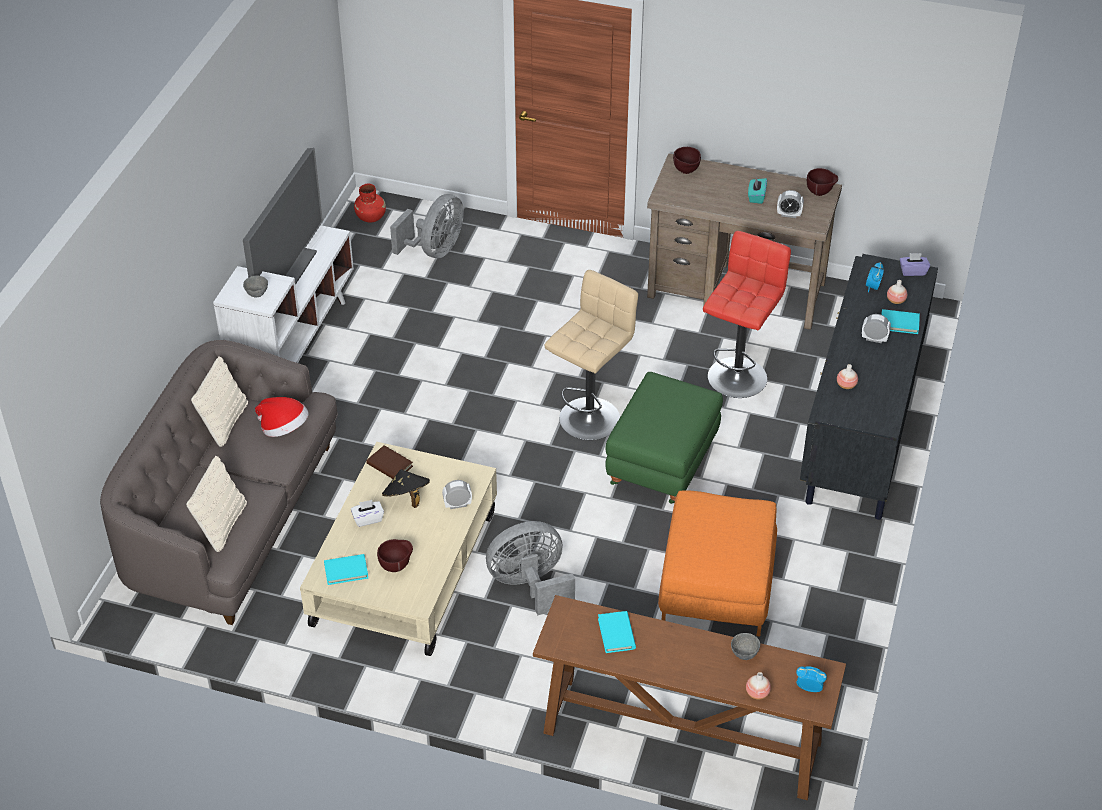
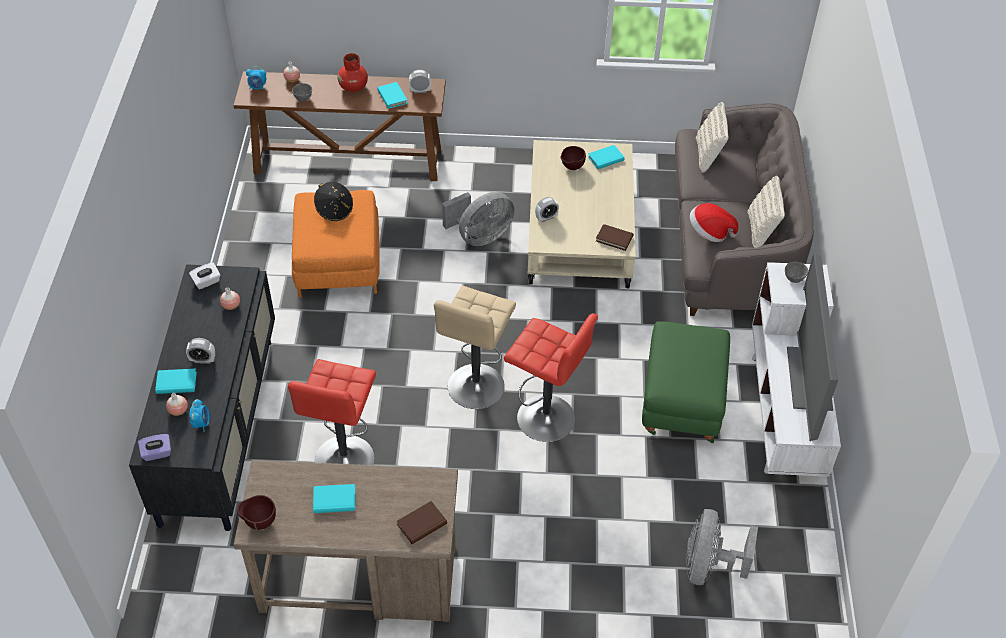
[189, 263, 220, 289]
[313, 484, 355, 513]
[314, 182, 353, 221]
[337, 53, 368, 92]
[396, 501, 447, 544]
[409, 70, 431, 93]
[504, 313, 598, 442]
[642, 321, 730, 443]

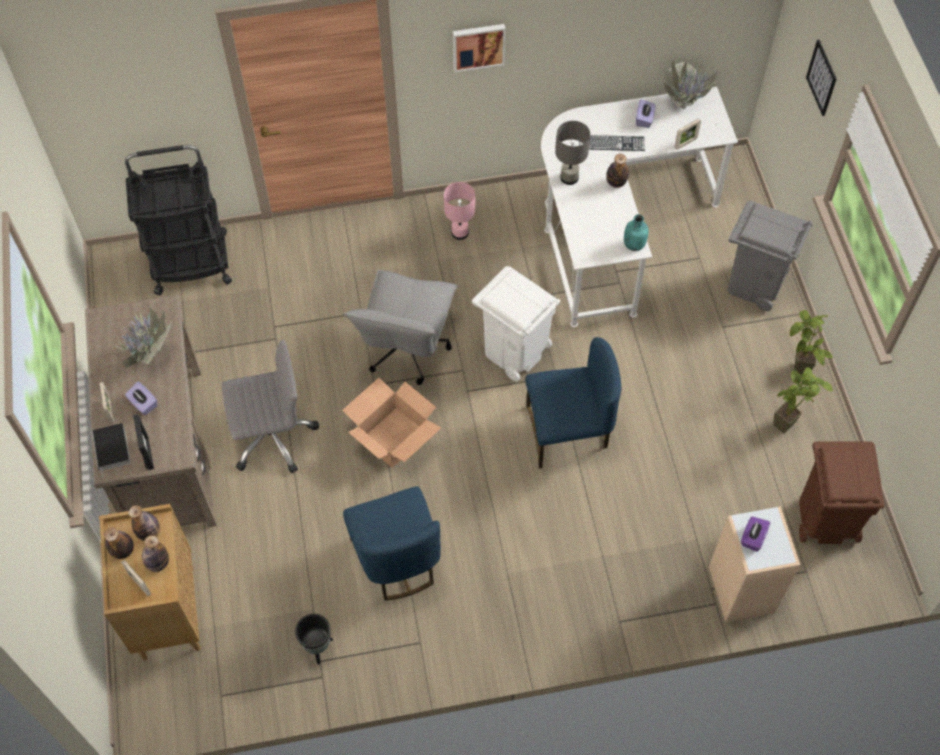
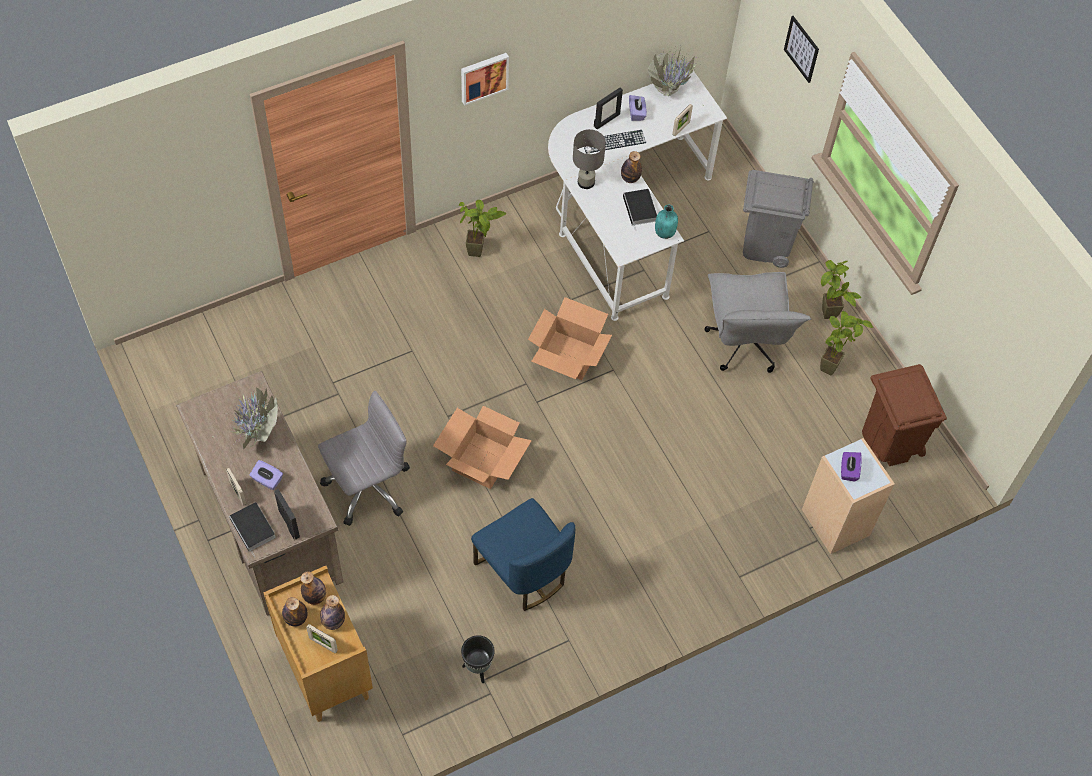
[459, 200, 507, 257]
[528, 297, 612, 380]
[594, 88, 623, 130]
[623, 189, 657, 231]
[704, 272, 811, 373]
[125, 145, 232, 295] (first image)
[525, 337, 621, 469] (first image)

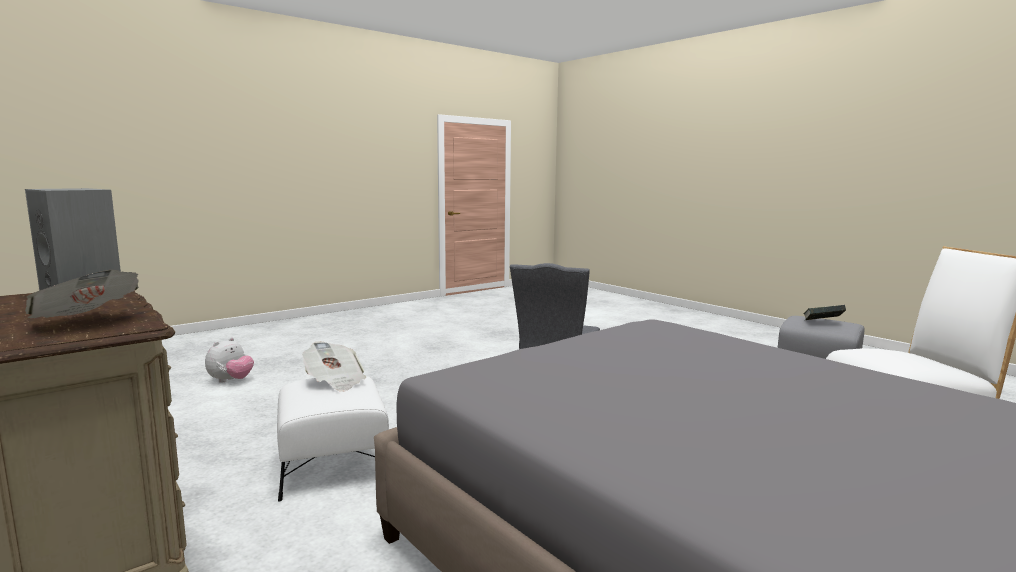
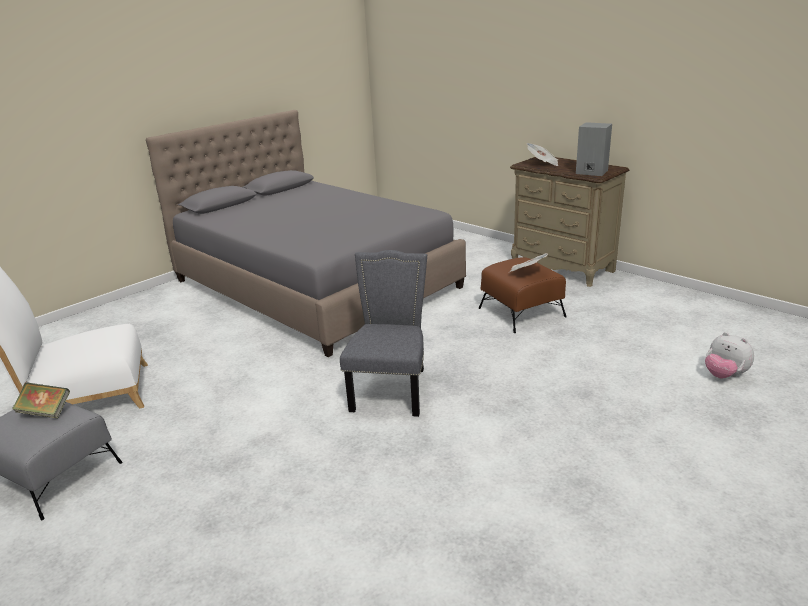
[478, 257, 566, 333]
[705, 332, 754, 378]

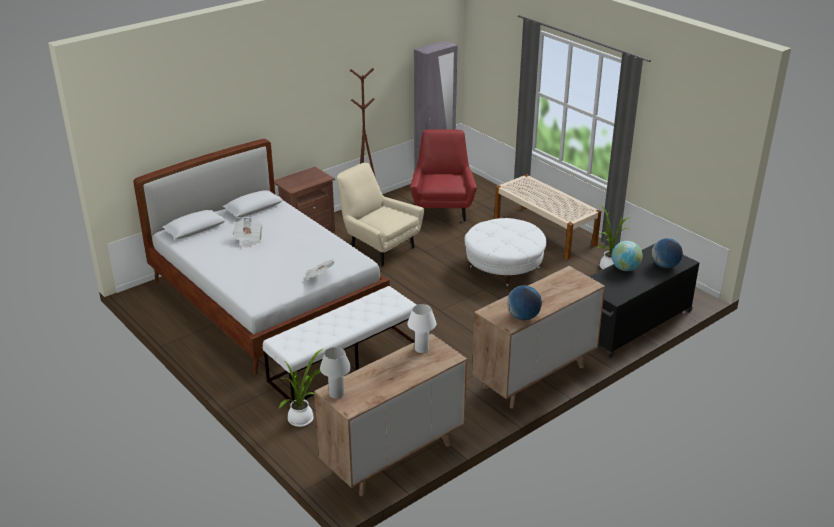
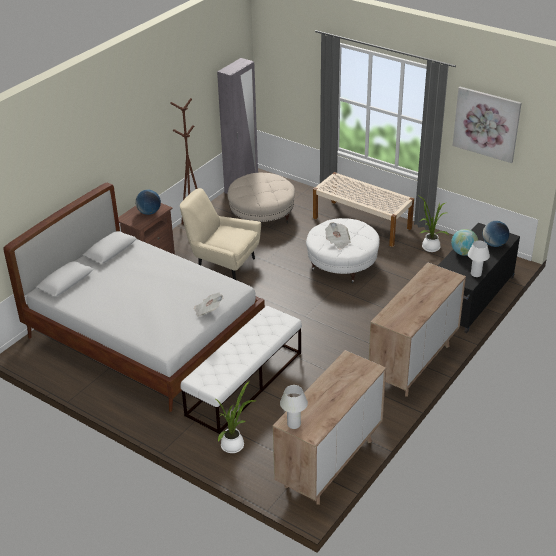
[135, 190, 161, 215]
[227, 173, 295, 223]
[325, 222, 351, 250]
[453, 87, 521, 163]
[468, 240, 490, 277]

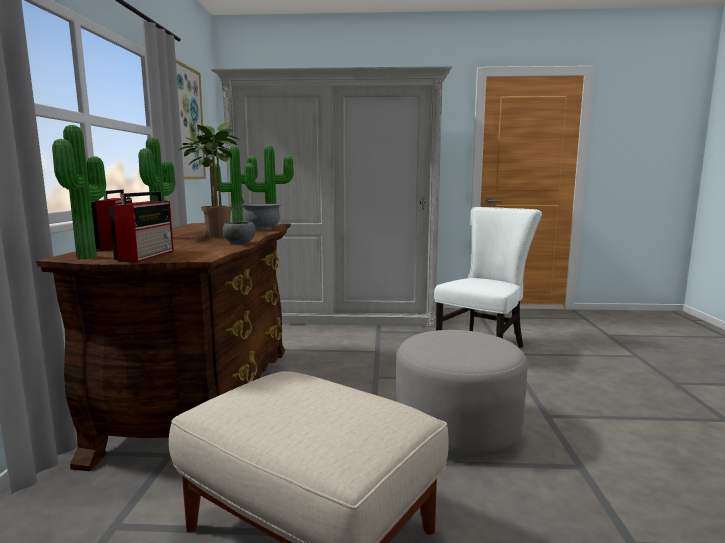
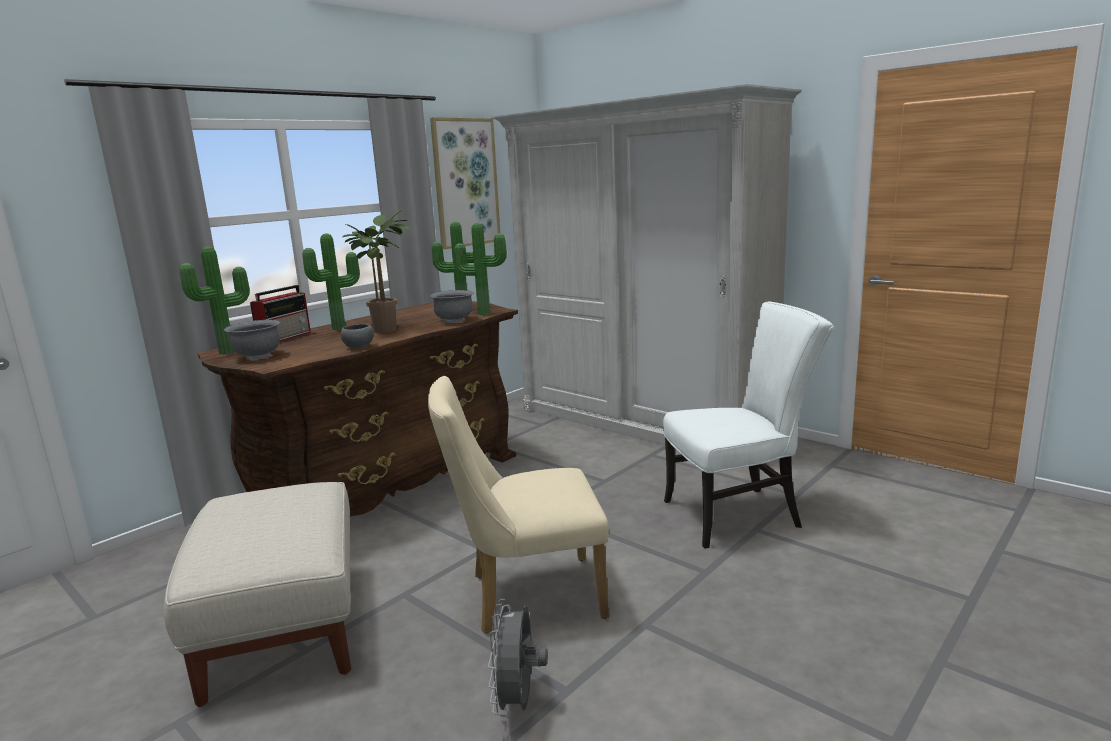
[224, 320, 280, 360]
[428, 376, 609, 634]
[488, 599, 548, 716]

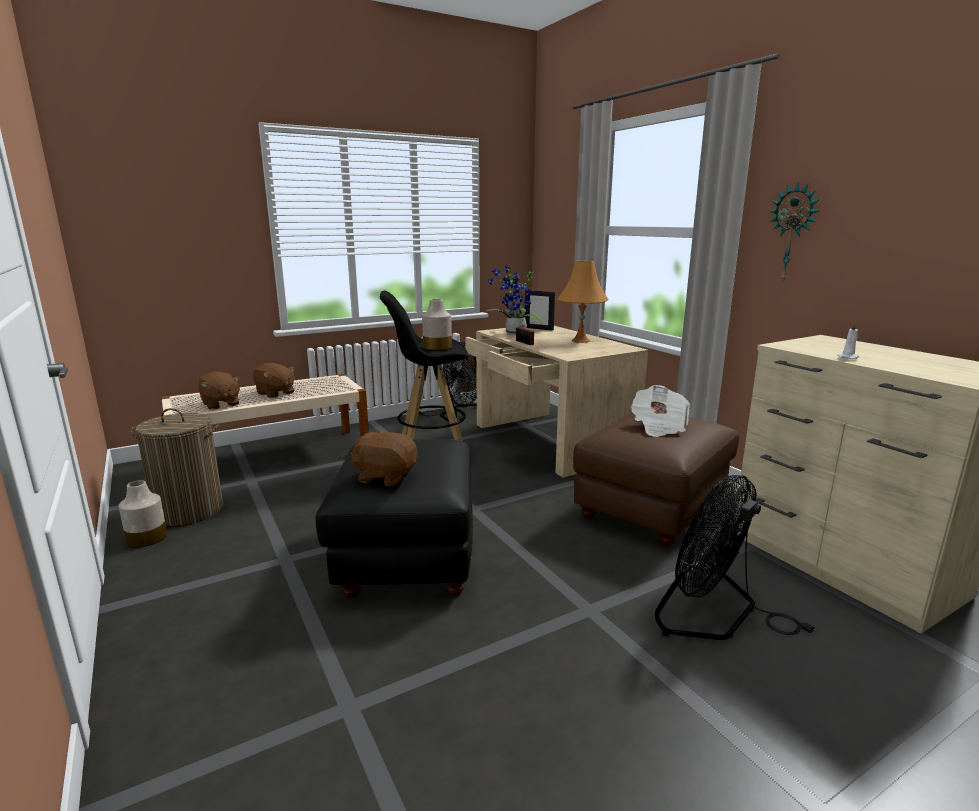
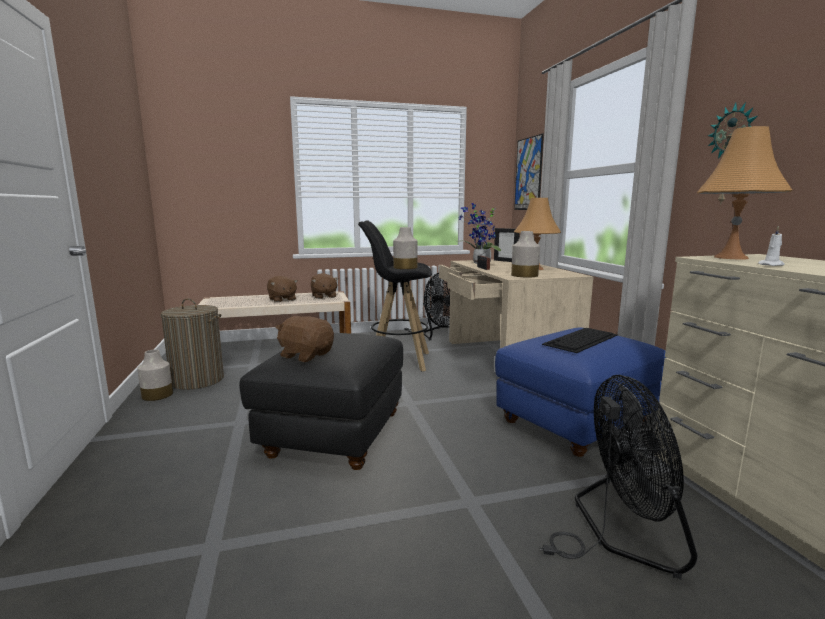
[310, 273, 338, 299]
[495, 328, 666, 457]
[511, 231, 540, 277]
[514, 134, 544, 210]
[540, 375, 697, 580]
[542, 328, 618, 353]
[697, 126, 792, 259]

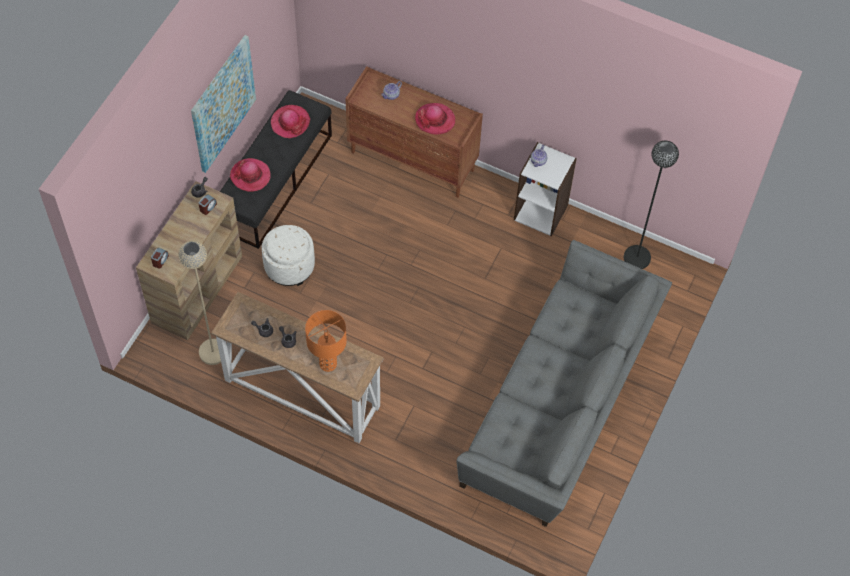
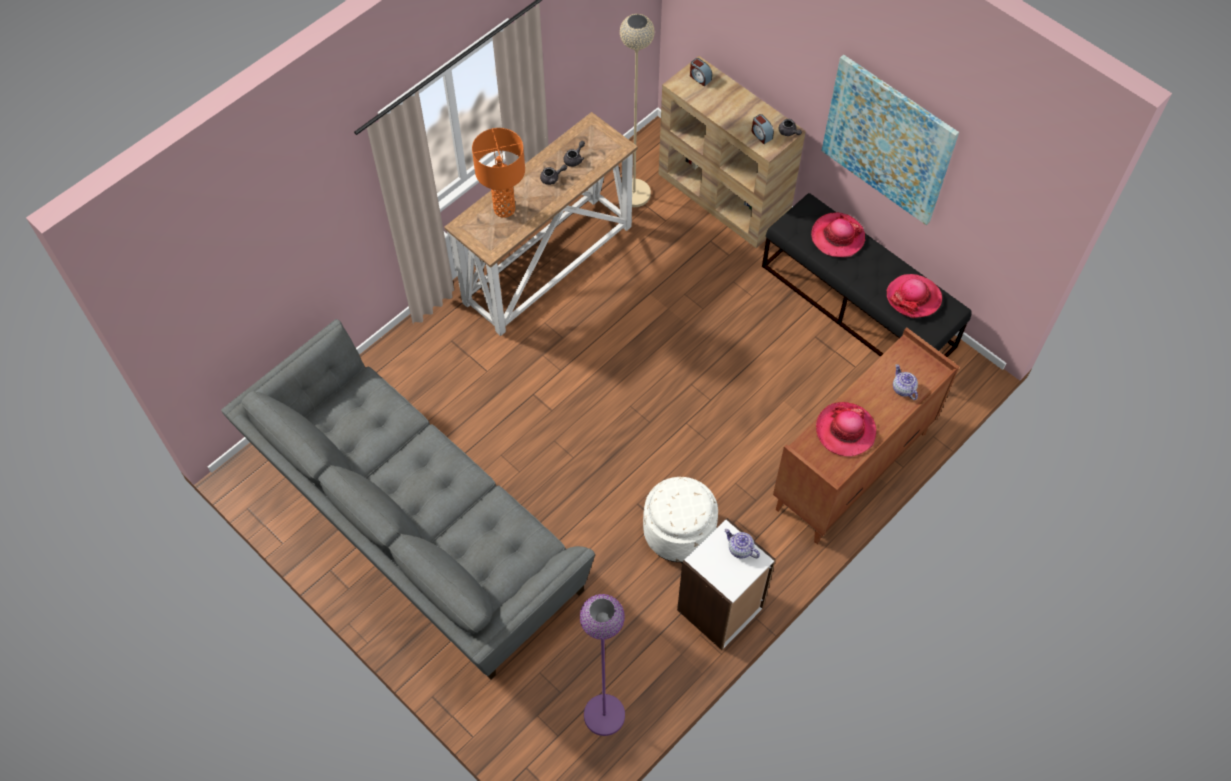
[580, 594, 625, 736]
[643, 477, 718, 563]

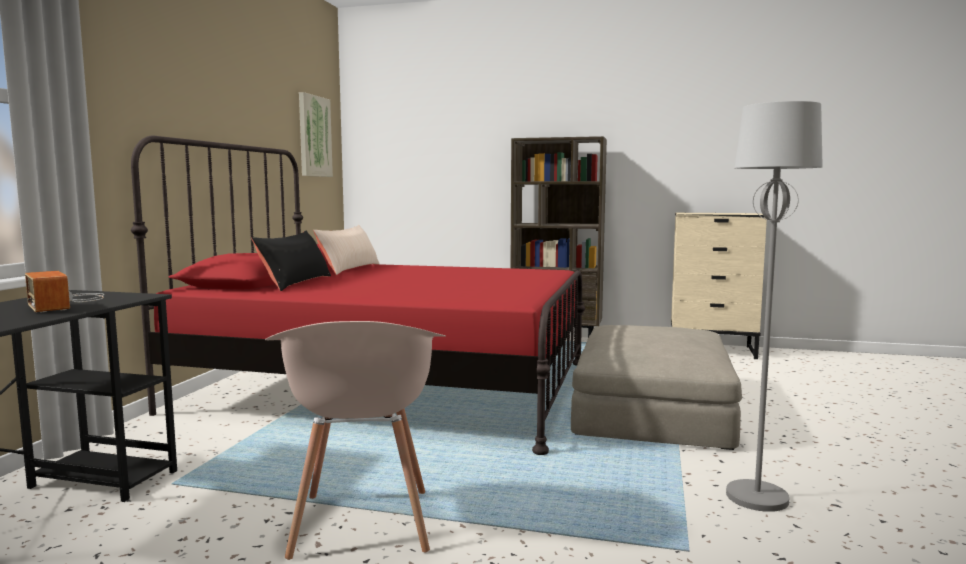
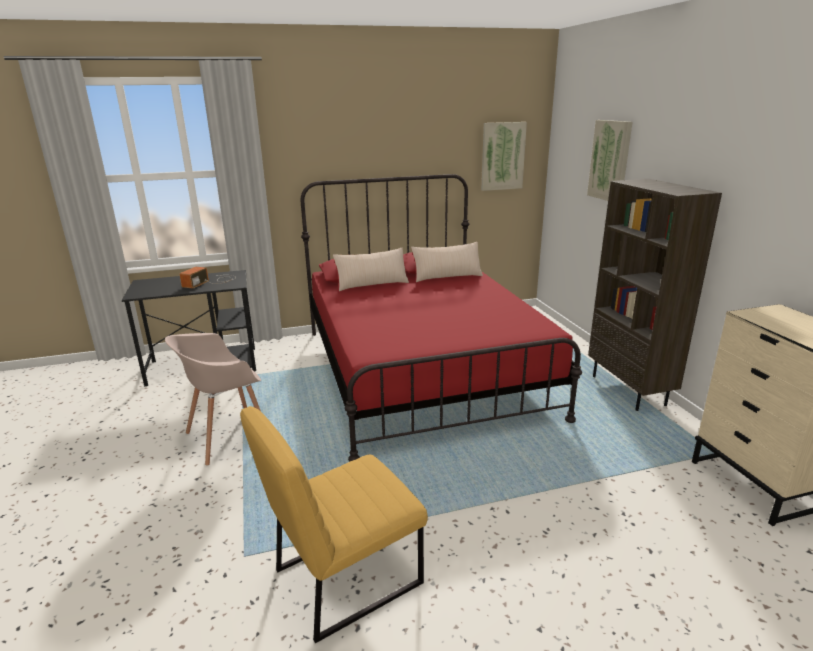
[240, 406, 428, 643]
[333, 248, 409, 291]
[587, 120, 632, 201]
[571, 325, 742, 450] (first image)

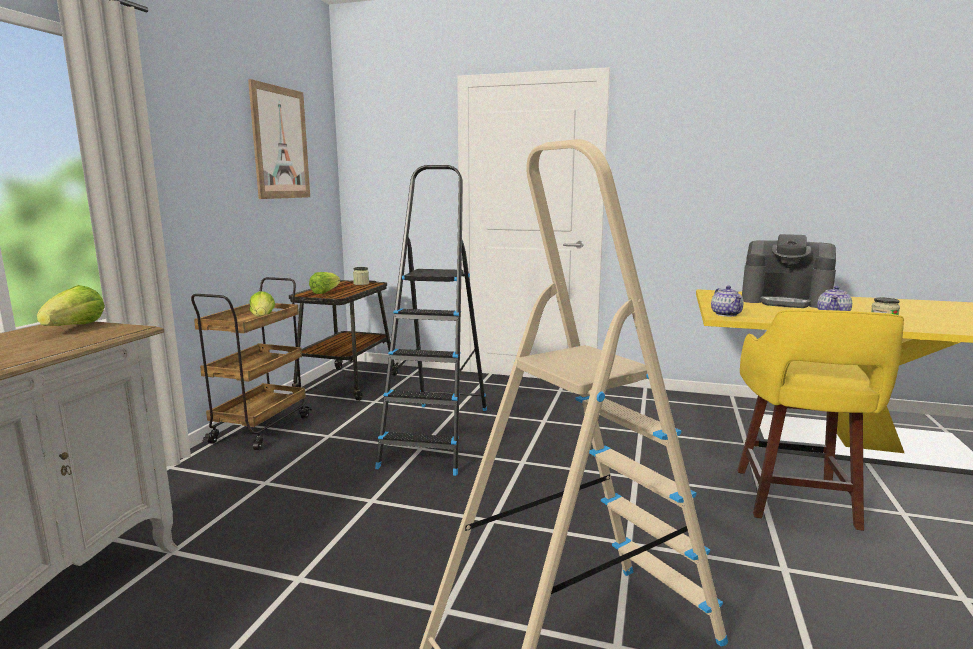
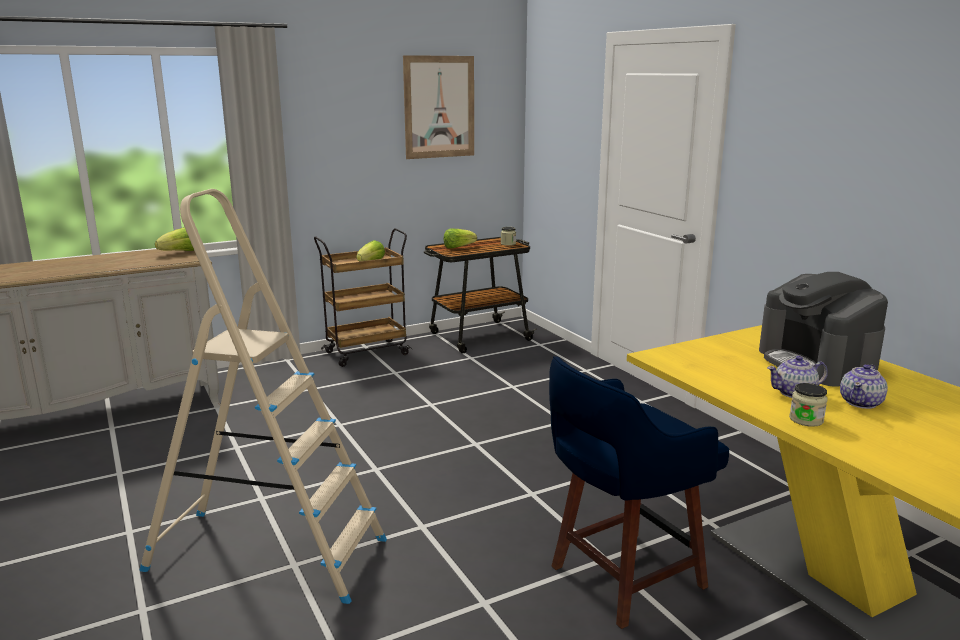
[549, 356, 729, 629]
[840, 364, 888, 409]
[375, 165, 487, 476] (first image)

